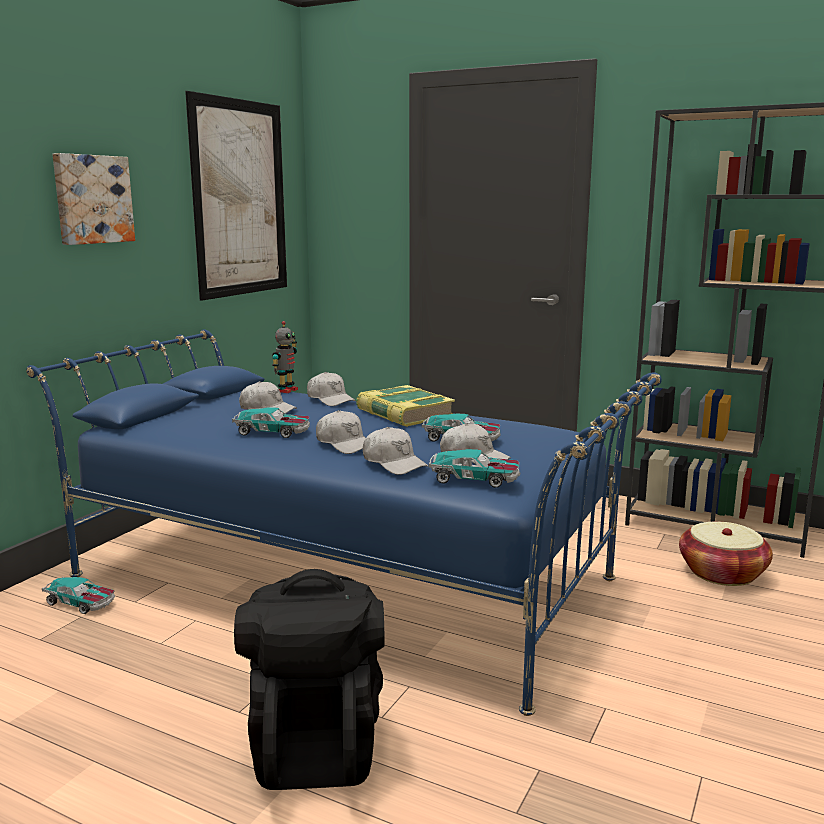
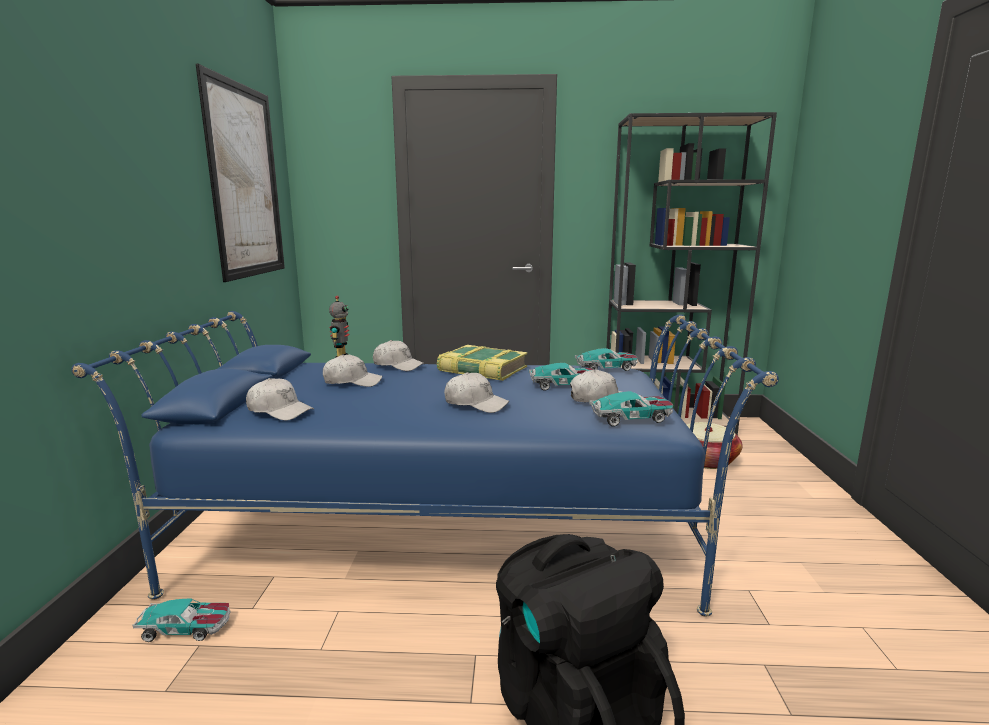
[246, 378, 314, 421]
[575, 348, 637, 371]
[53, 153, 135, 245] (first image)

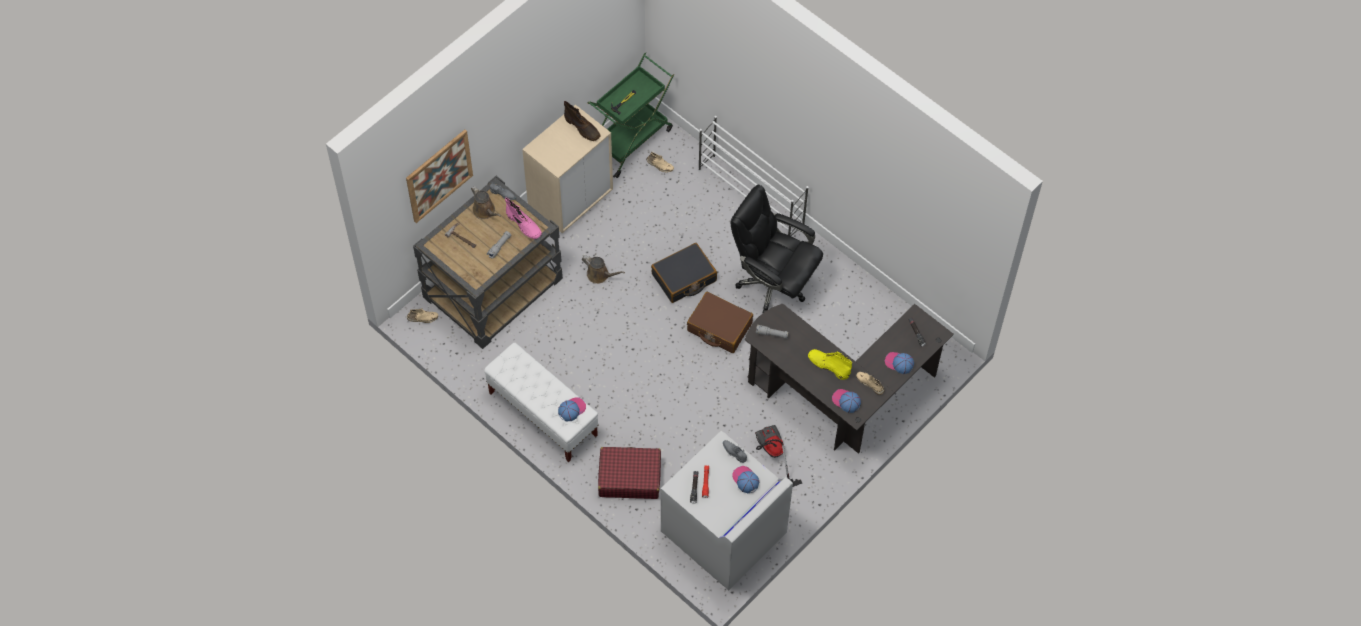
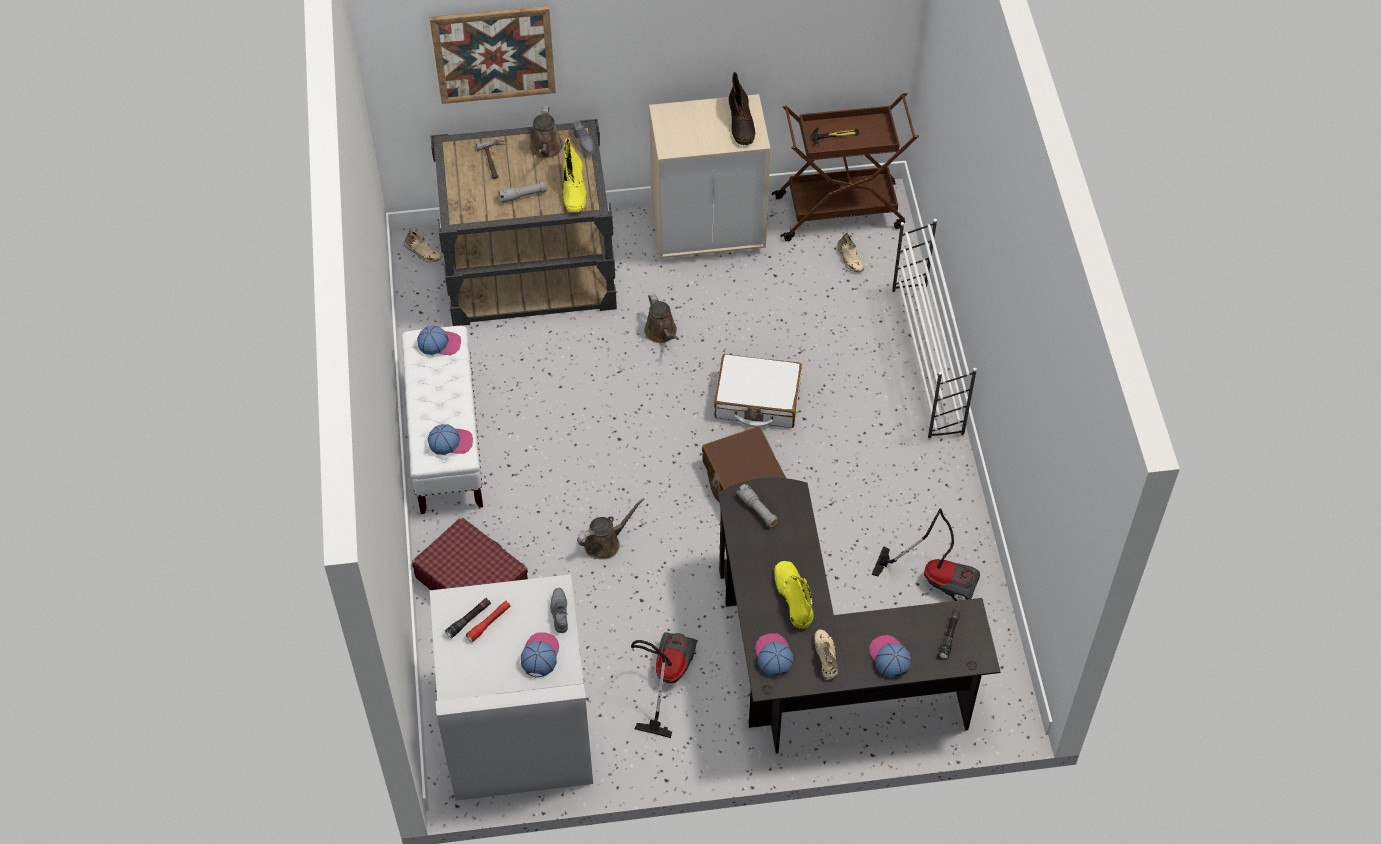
[417, 326, 461, 355]
[563, 138, 587, 212]
[577, 498, 645, 559]
[714, 354, 802, 428]
[772, 93, 919, 241]
[872, 508, 980, 601]
[730, 185, 823, 313] (first image)

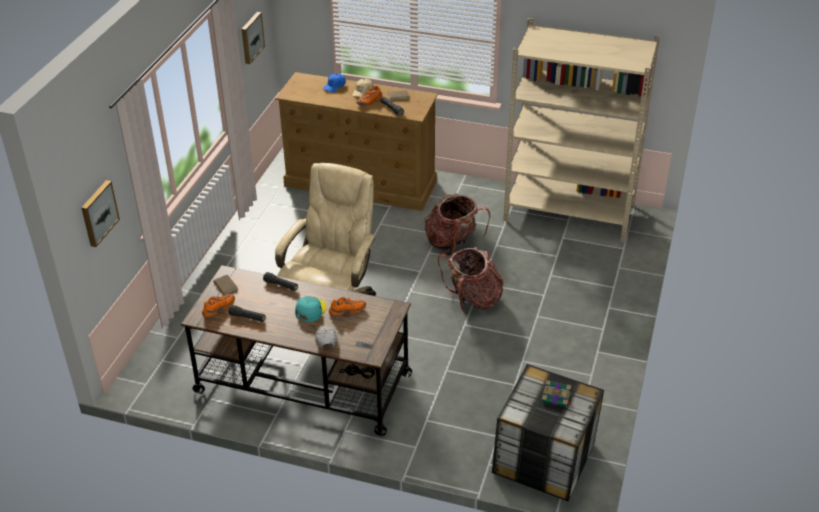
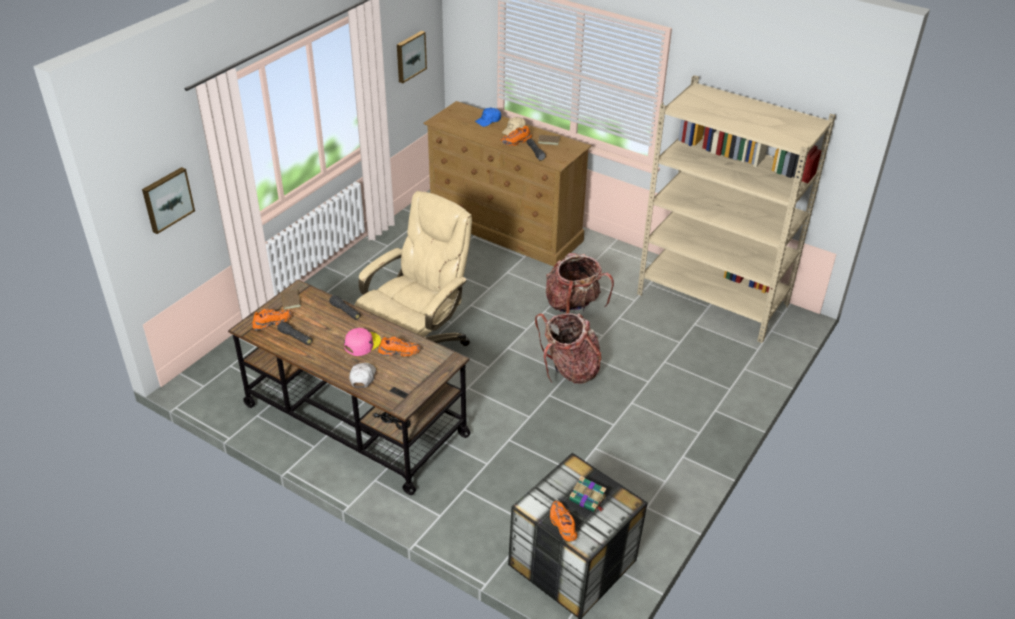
[344, 328, 381, 356]
[550, 501, 577, 542]

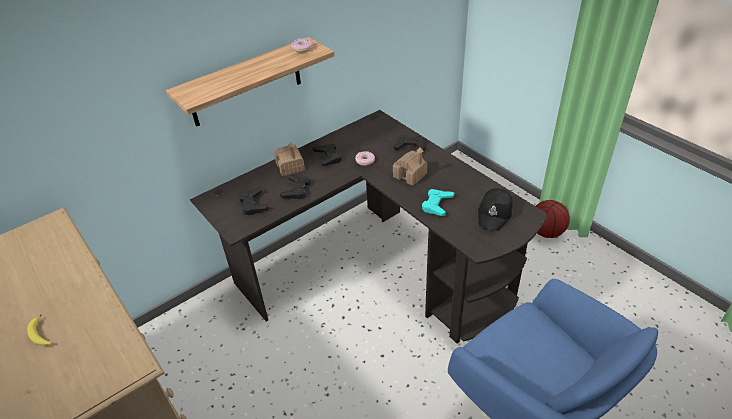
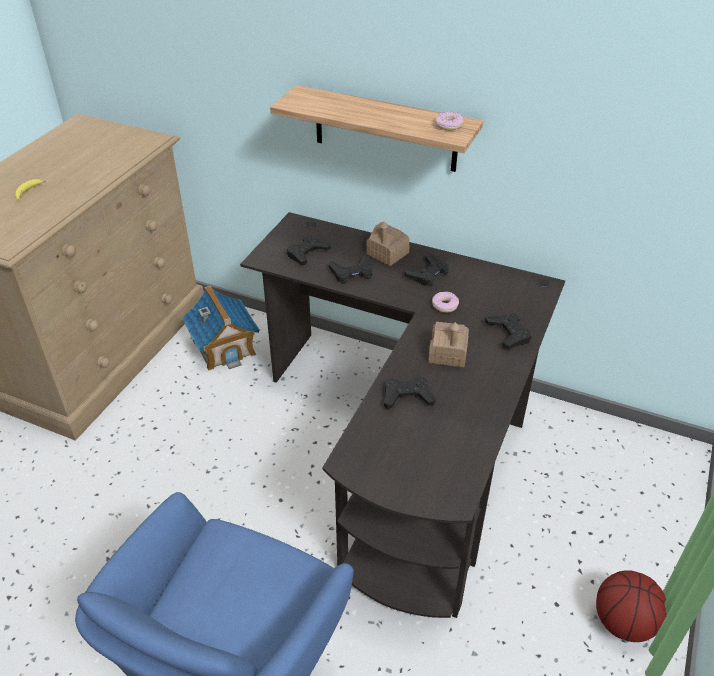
[182, 285, 260, 371]
[384, 376, 436, 409]
[478, 188, 513, 231] (first image)

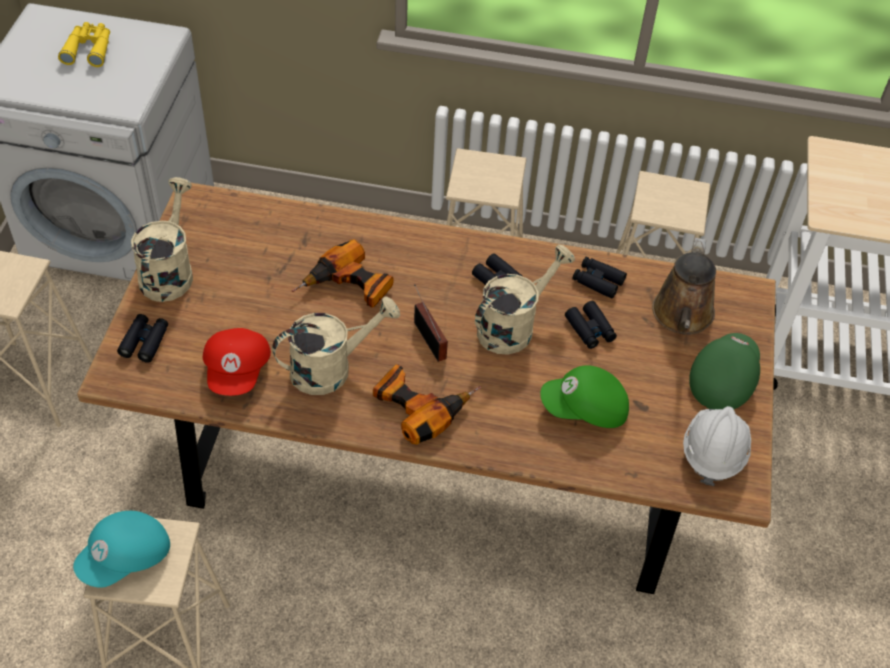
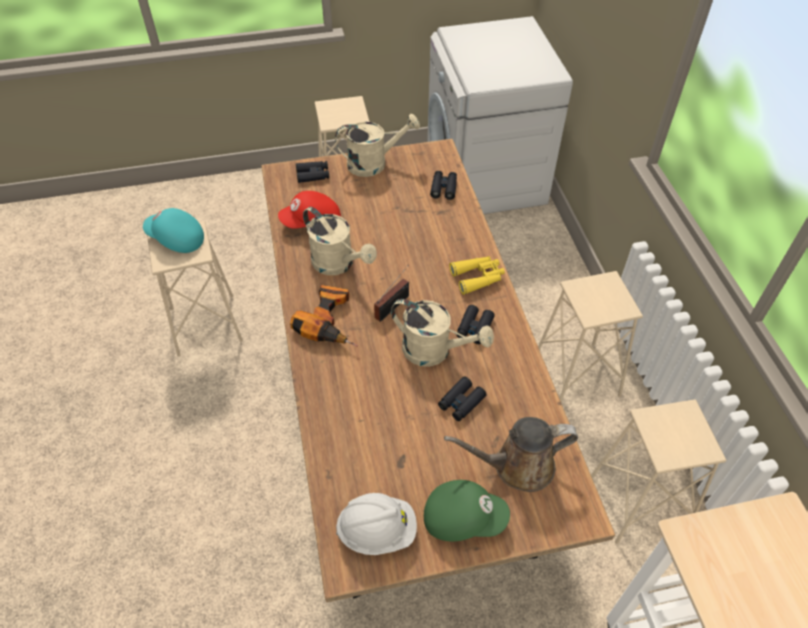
[430, 171, 457, 200]
[449, 256, 505, 295]
[292, 239, 393, 308] (first image)
[540, 365, 629, 428] (first image)

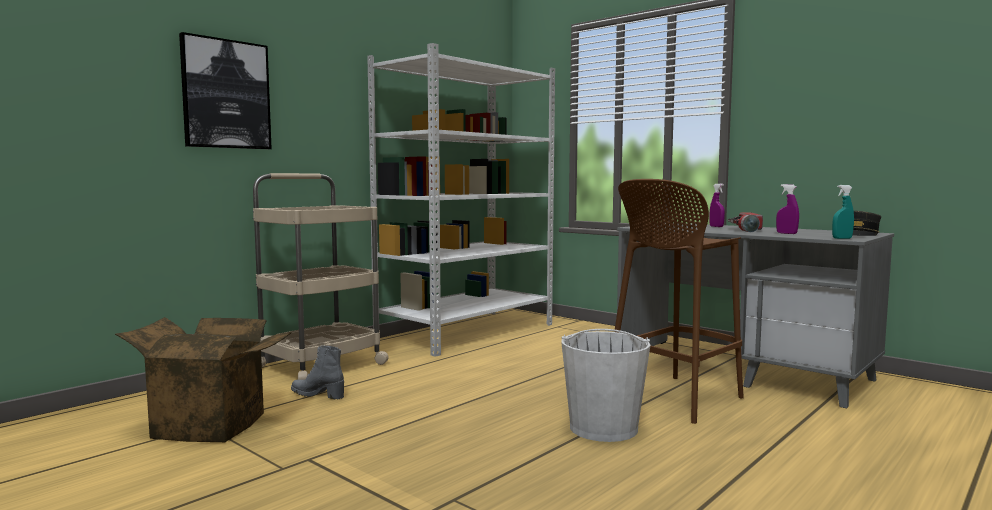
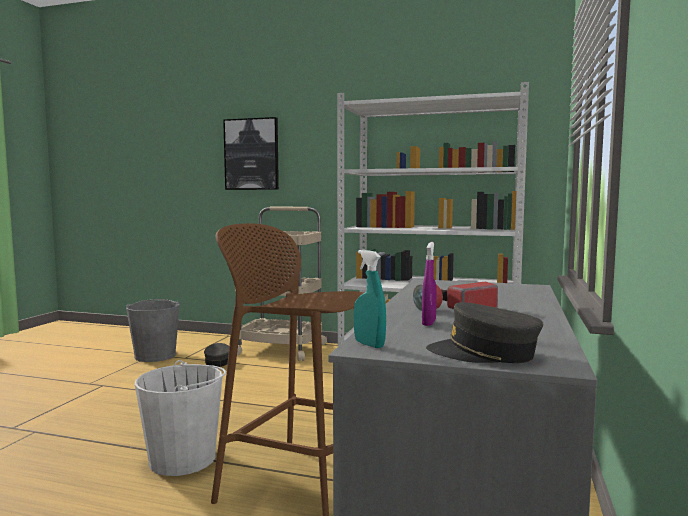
[126, 299, 180, 362]
[204, 343, 229, 367]
[709, 184, 725, 227] (first image)

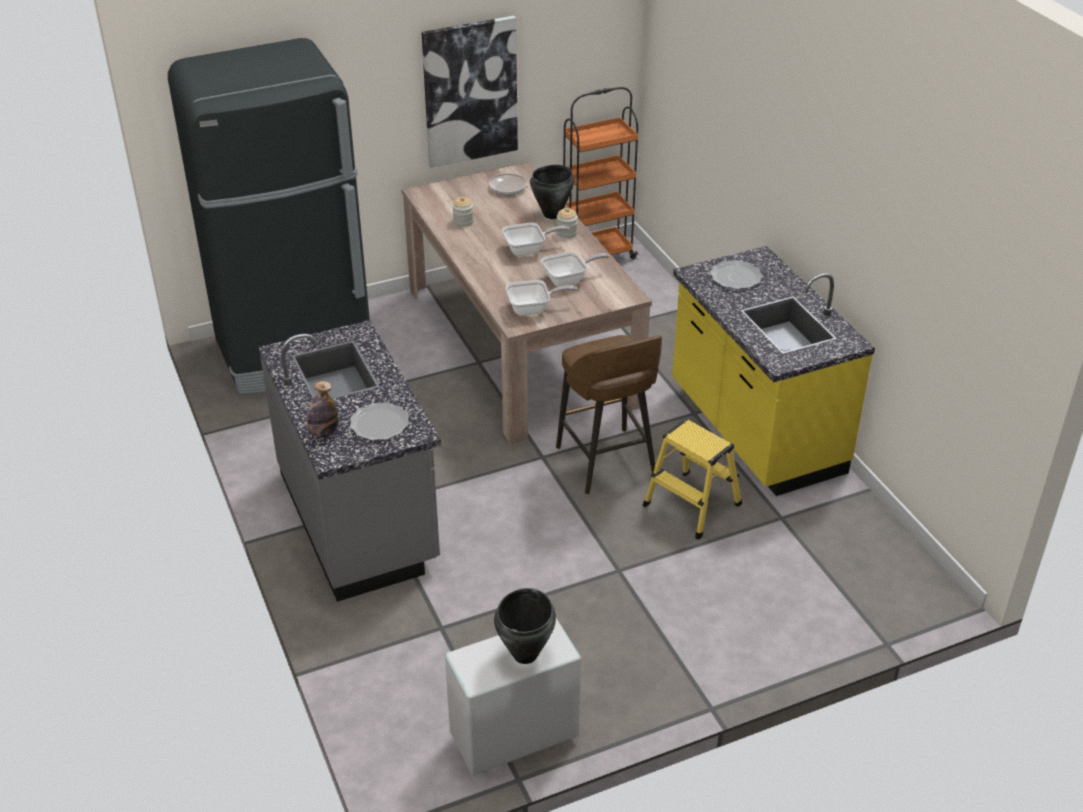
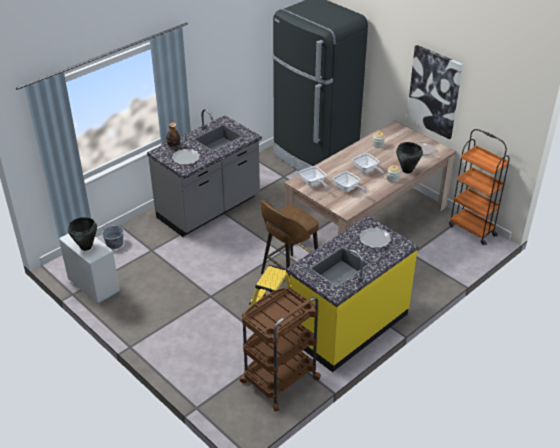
[102, 222, 124, 249]
[240, 286, 321, 411]

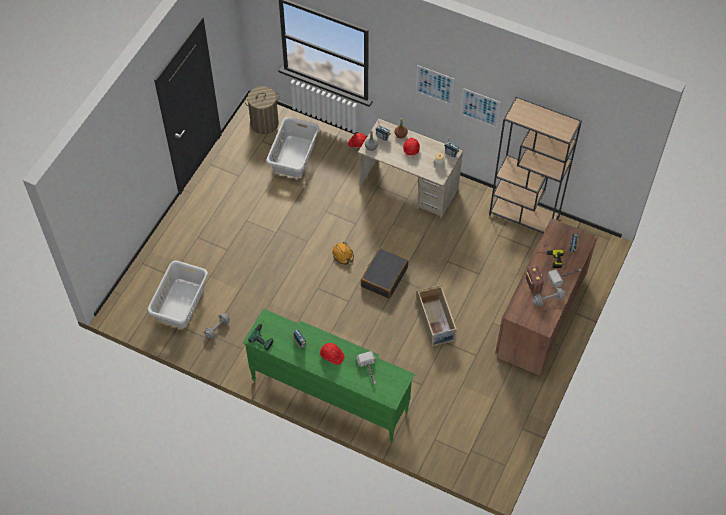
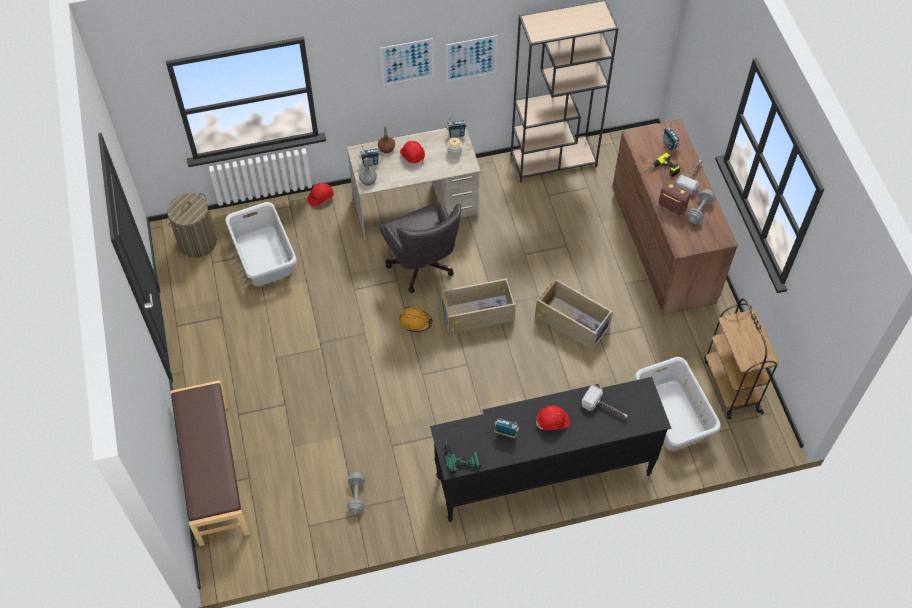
[171, 380, 250, 546]
[380, 201, 461, 293]
[430, 377, 671, 522]
[441, 278, 516, 335]
[635, 357, 721, 450]
[704, 299, 779, 419]

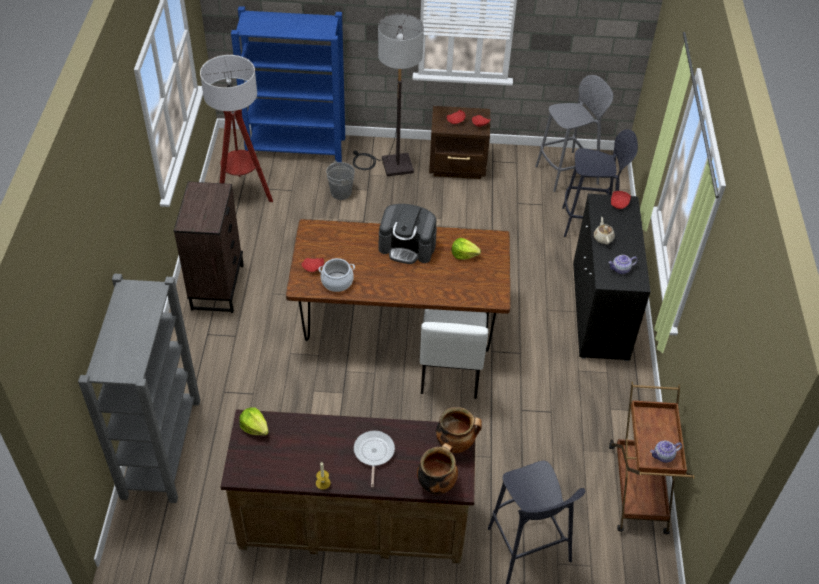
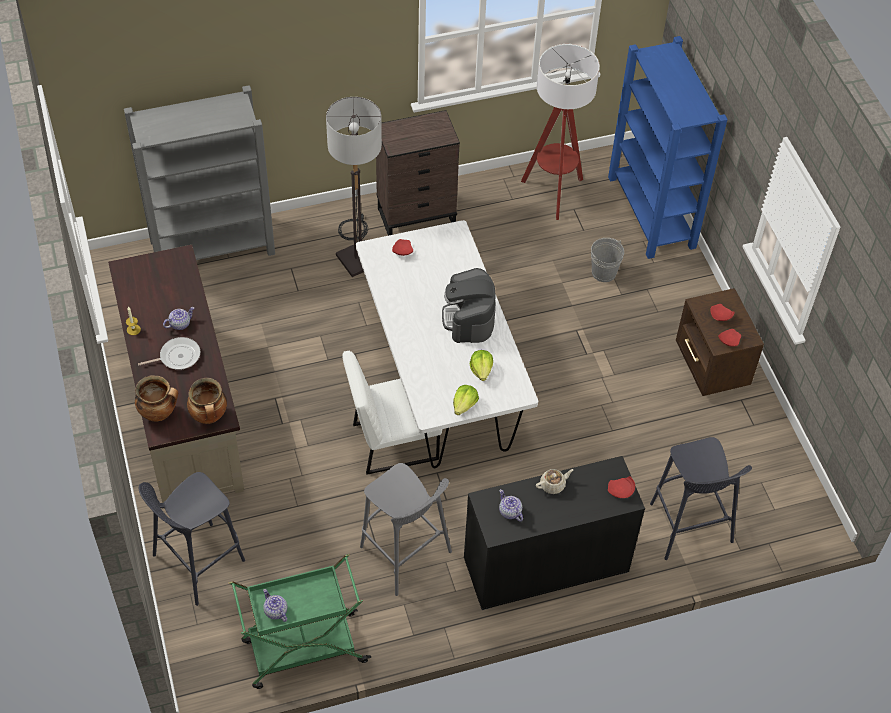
[163, 307, 194, 330]
[228, 554, 371, 689]
[326, 97, 382, 277]
[356, 220, 538, 468]
[360, 463, 452, 596]
[453, 385, 479, 415]
[319, 258, 355, 292] (first image)

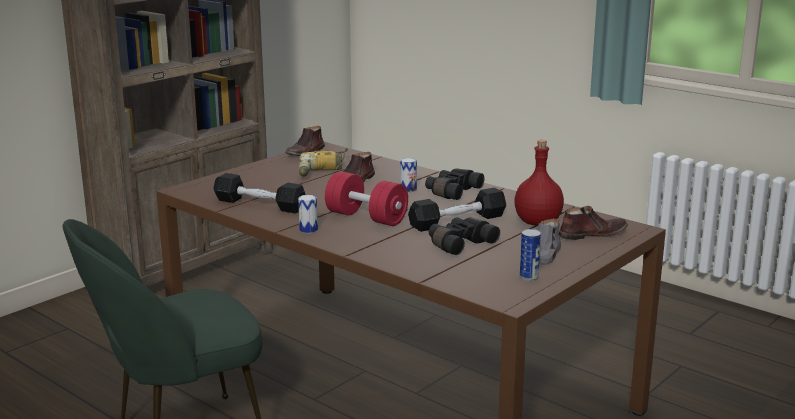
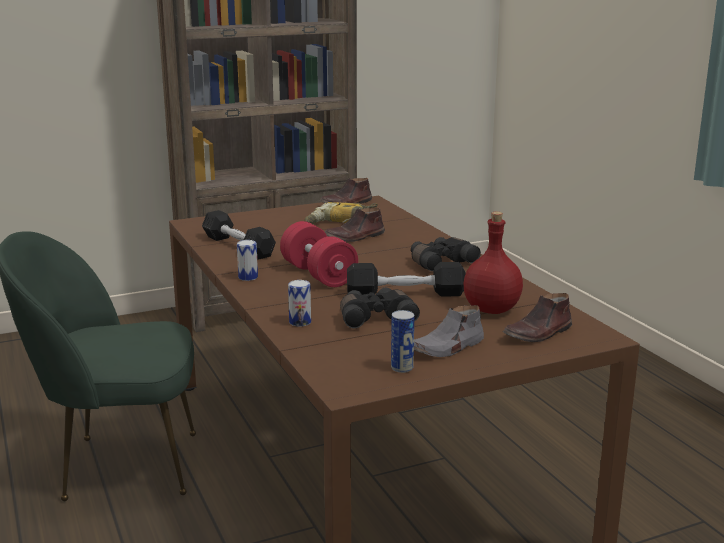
[288, 280, 311, 326]
[503, 293, 572, 342]

